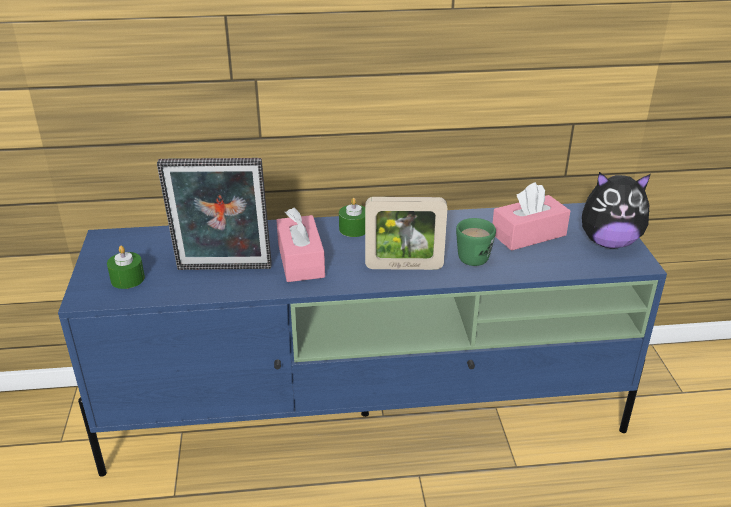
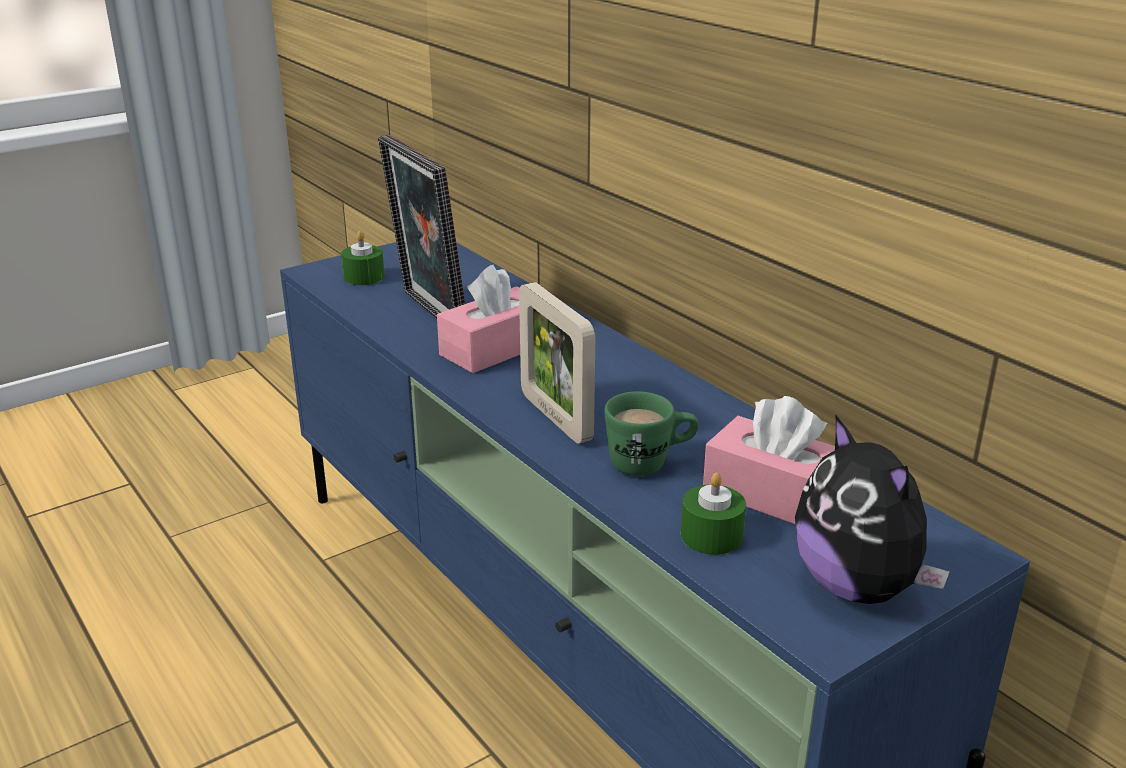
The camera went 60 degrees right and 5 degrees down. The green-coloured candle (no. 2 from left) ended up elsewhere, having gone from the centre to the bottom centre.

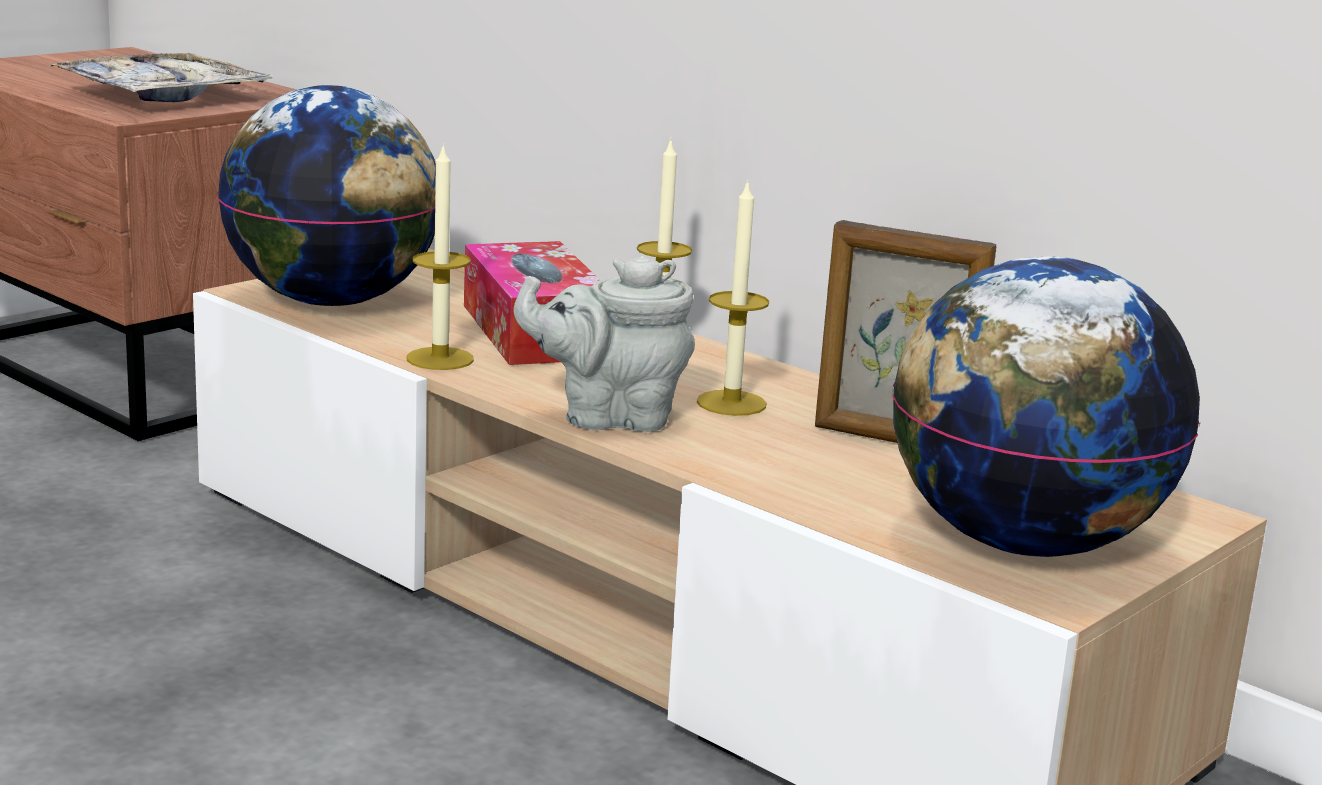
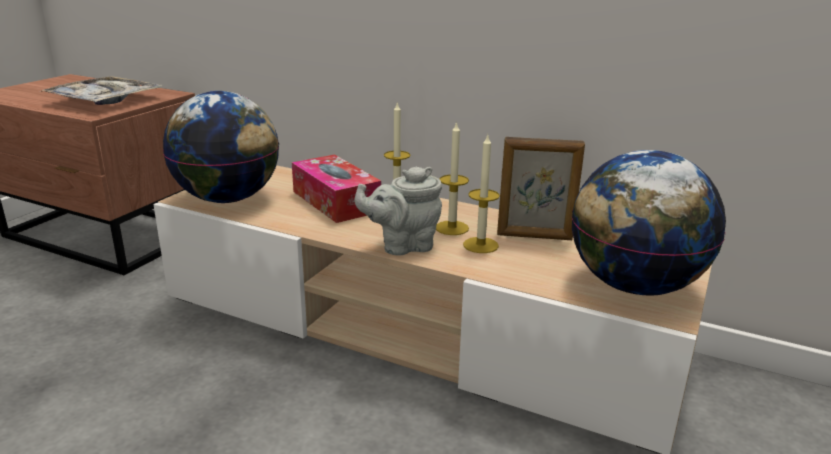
The camera went 15 degrees left and 5 degrees up. The candle (no. 1 from left in the first image) ended up elsewhere, having gone from the top left to the centre.

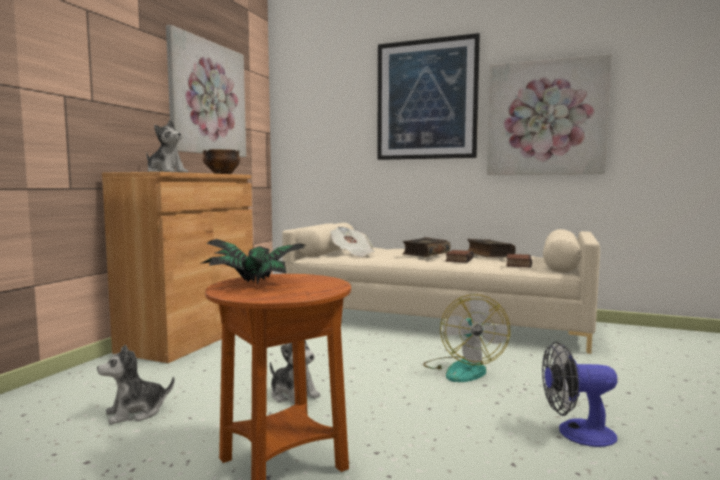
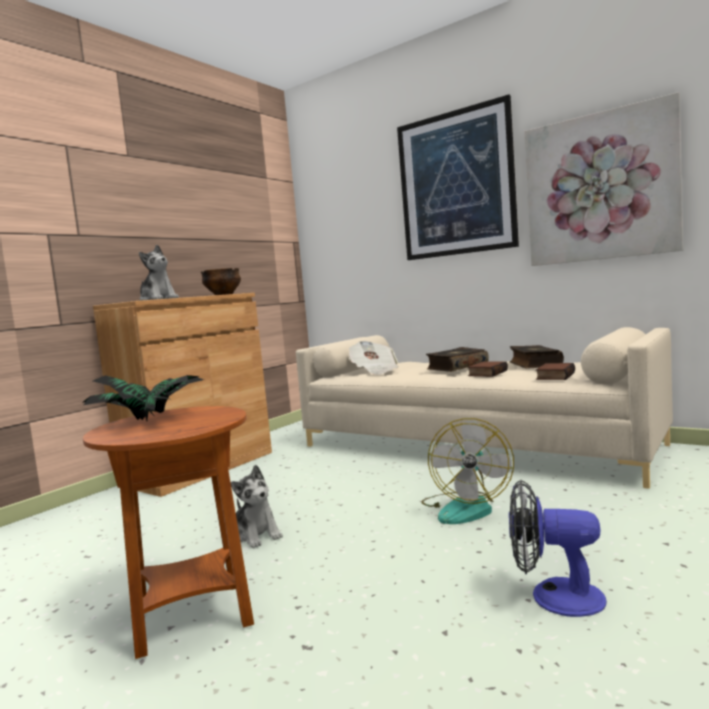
The camera went 15 degrees right and 0 degrees up. The second view lost the plush toy (no. 1 from left) at the bottom left. The second view lost the picture (no. 1 from left) at the top left.

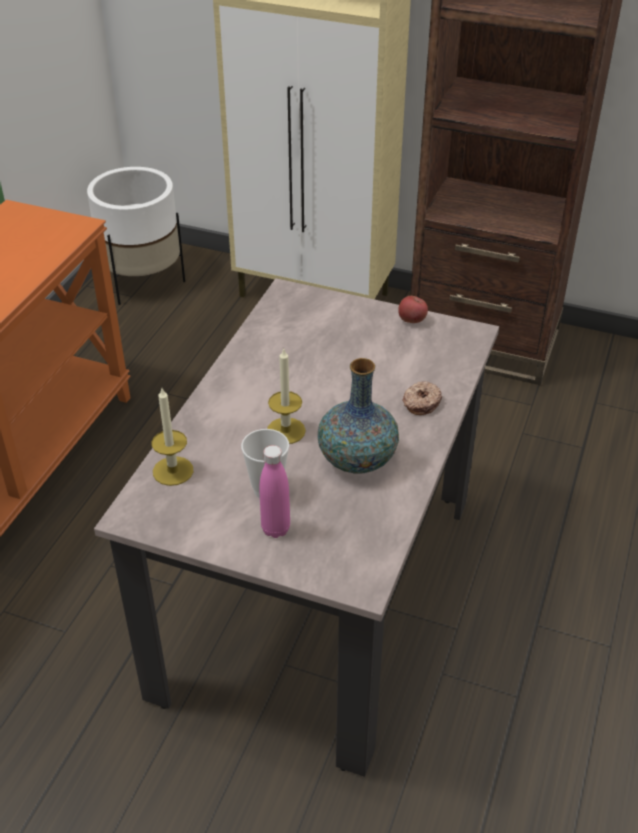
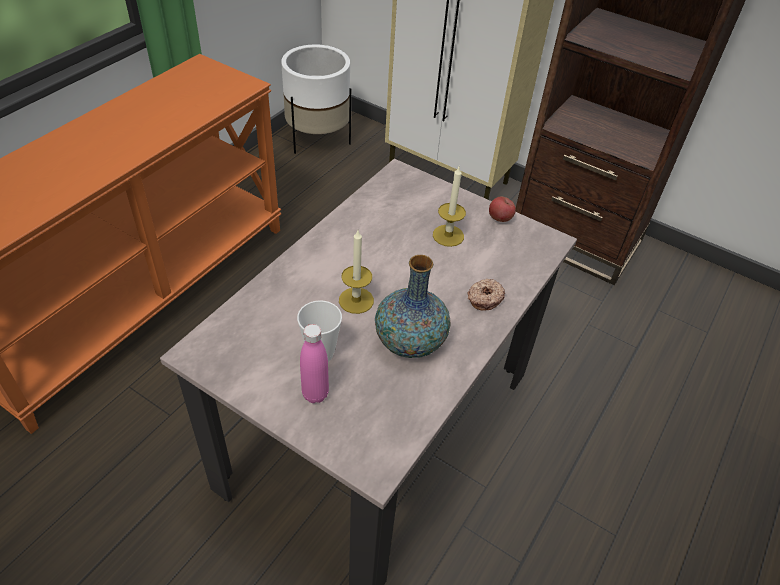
The camera went 10 degrees right and 5 degrees up. The candle (no. 1 from left in the first image) ended up elsewhere, having gone from the middle left to the centre.

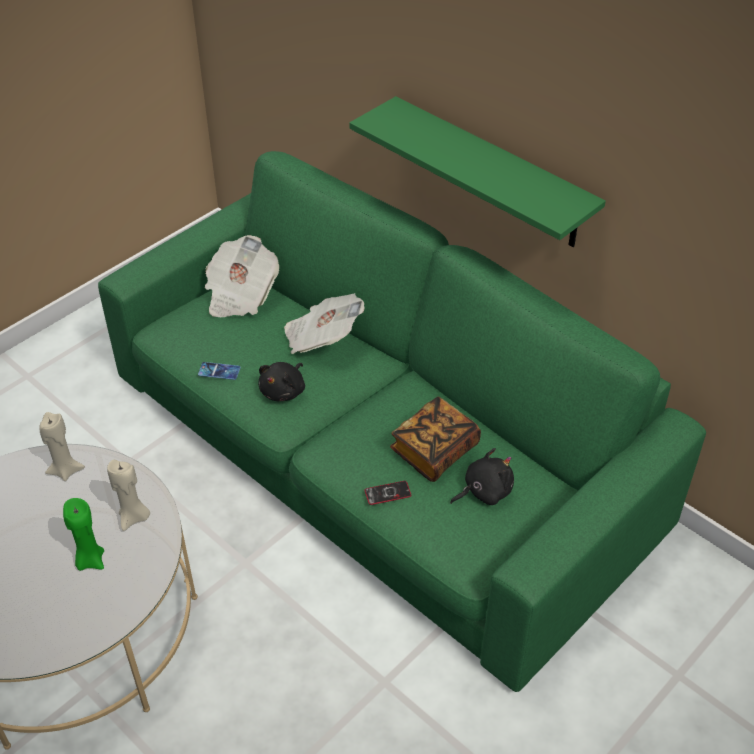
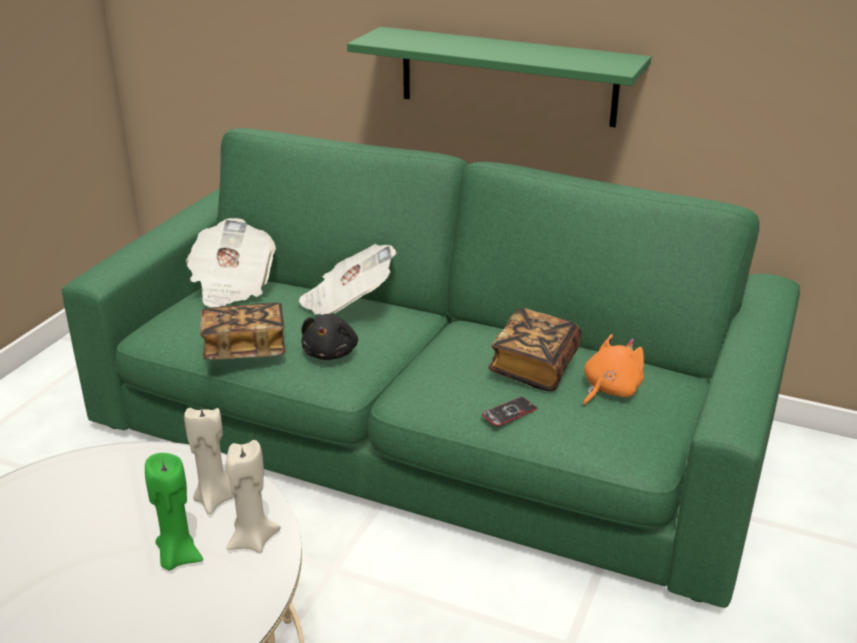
The camera went 20 degrees left and 15 degrees down. The sand-coloured candle (no. 1 from left in the first image) ended up elsewhere, having gone from the middle left to the bottom left. Where the handset (no. 1 from left) stood at the middle left, the volume (no. 1 from left) came to stand at the middle left. What was the black plush toy (no. 2 from left) at the centre turned into the orangey plush toy at the middle right.

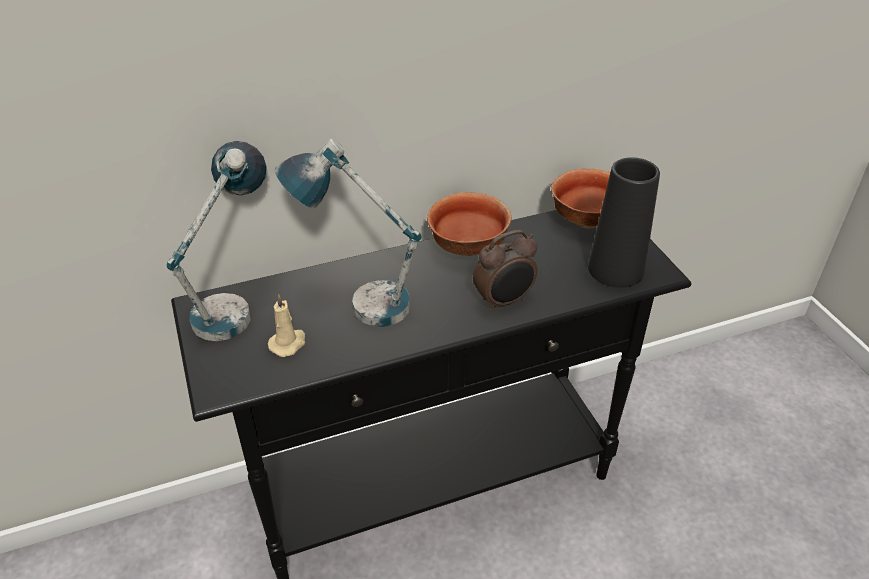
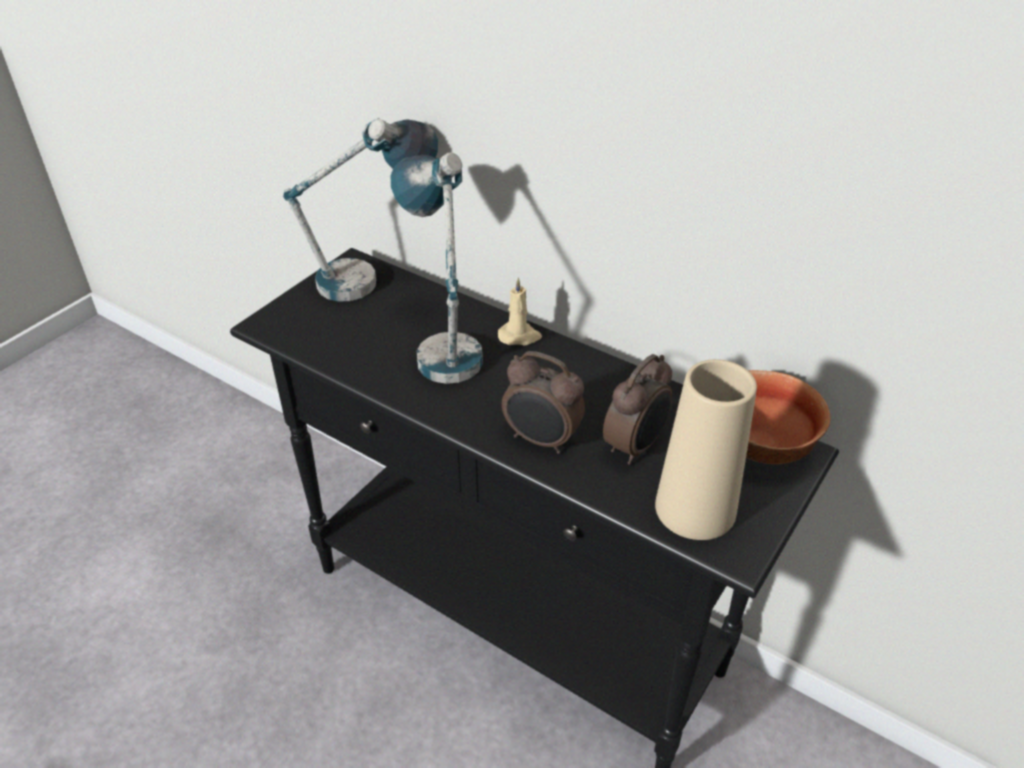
The camera went 55 degrees right and 0 degrees up. The sand-coloured candle ended up elsewhere, having gone from the middle left to the centre. The second view lost the bowl (no. 1 from left) at the centre. What was the black vase at the middle right turned into the sand-coloured vase at the middle right. The second view gained the alarm clock (no. 2 from left) at the centre.

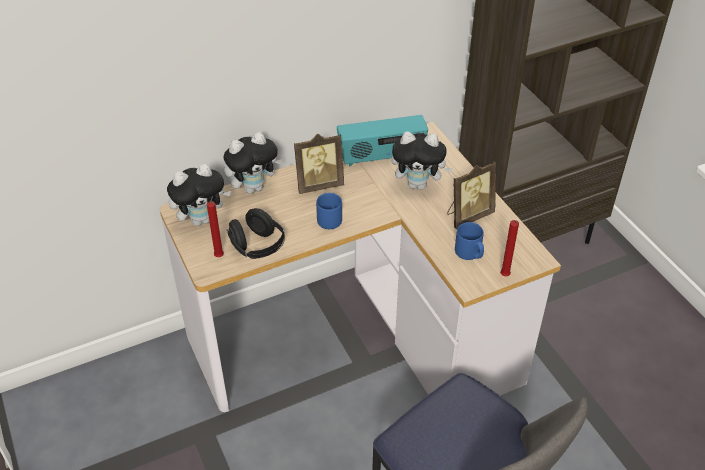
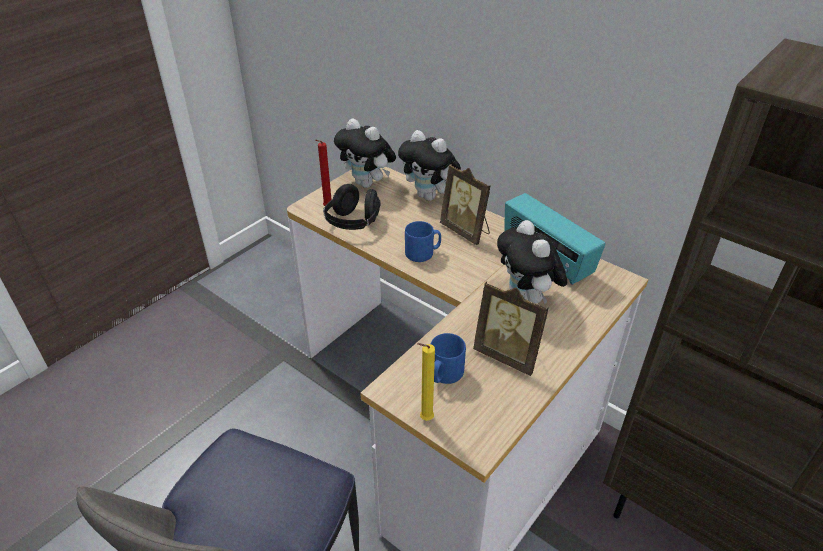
The camera went 65 degrees right and 5 degrees down. What was the red-coloured candle (no. 2 from left) at the middle right turned into the yellow-coloured candle at the bottom centre.

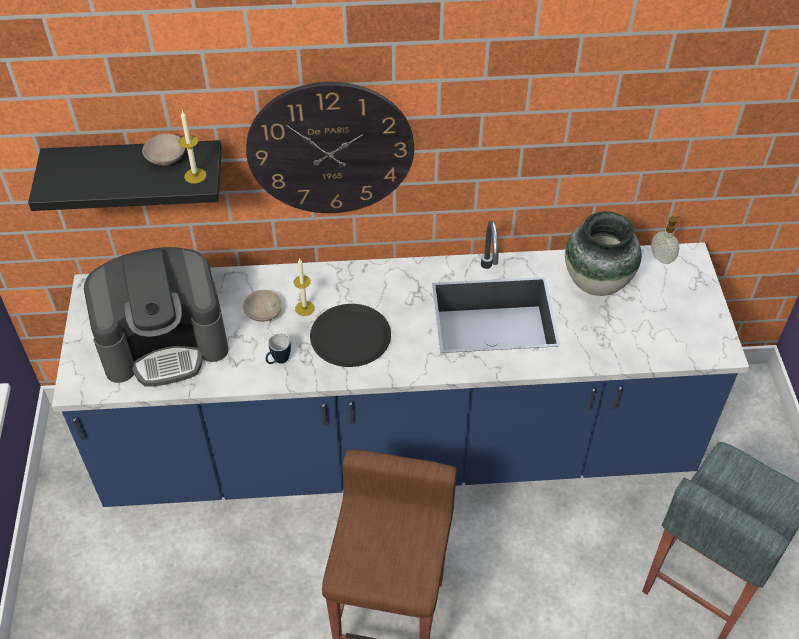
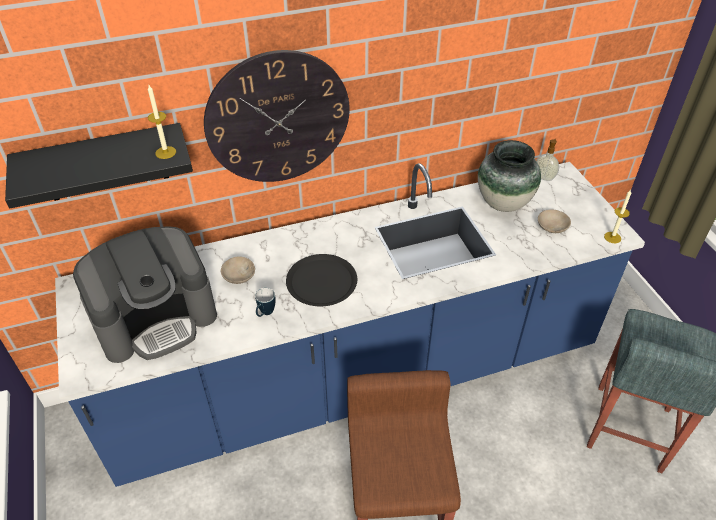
The camera went 15 degrees left and 5 degrees down. The sand-coloured bowl (no. 1 from left in the first image) ended up elsewhere, having gone from the top left to the middle right. The candle (no. 2 from left) ended up elsewhere, having gone from the centre to the middle right.

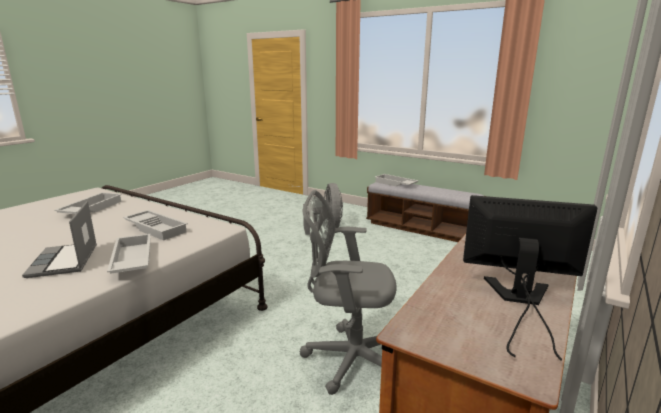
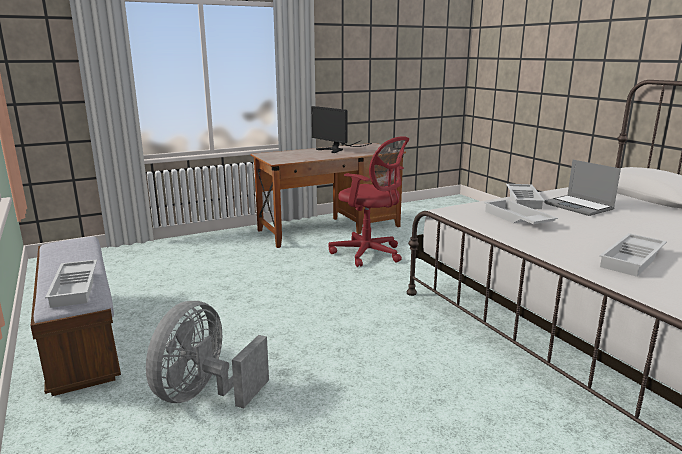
The camera went 150 degrees left and 0 degrees up. The notebook computer at the middle left ended up facing another way, 135 degrees clockwise from before. What was the greyish desk chair at the bottom centre turned into the red-coloured desk chair at the centre.

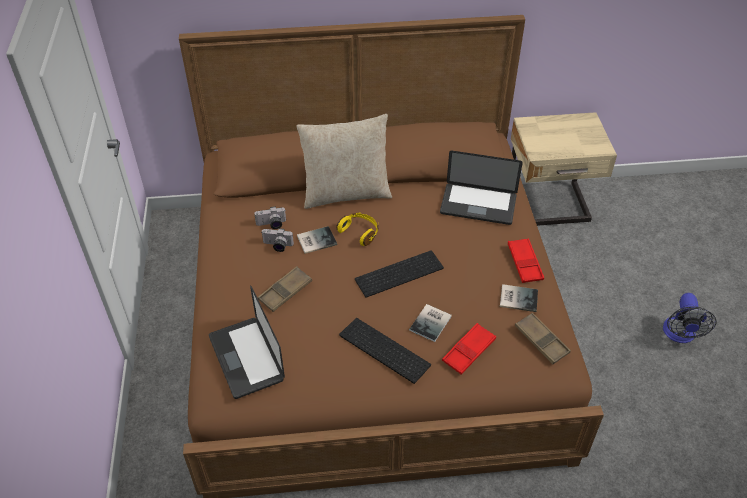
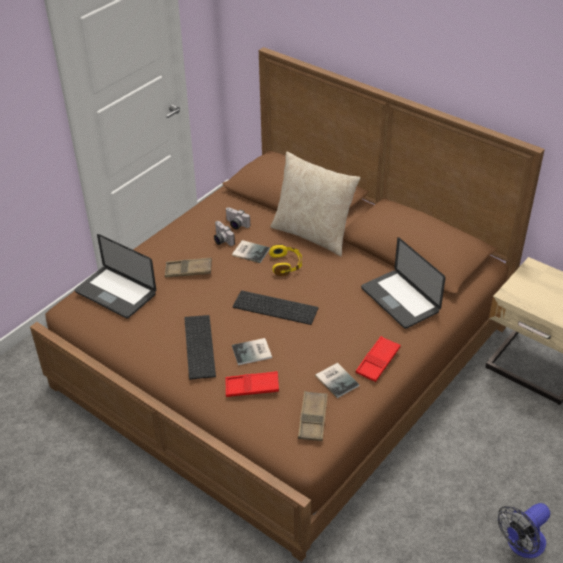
The camera went 45 degrees right and 5 degrees down. The notebook computer (no. 1 from left) at the bottom left ended up facing another way, 75 degrees counterclockwise from before.

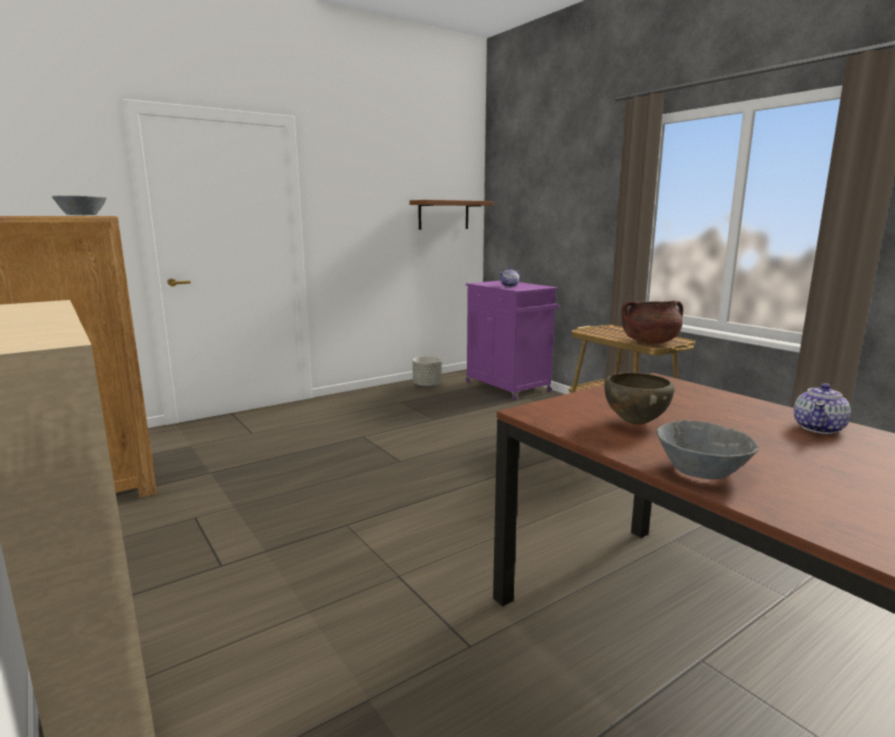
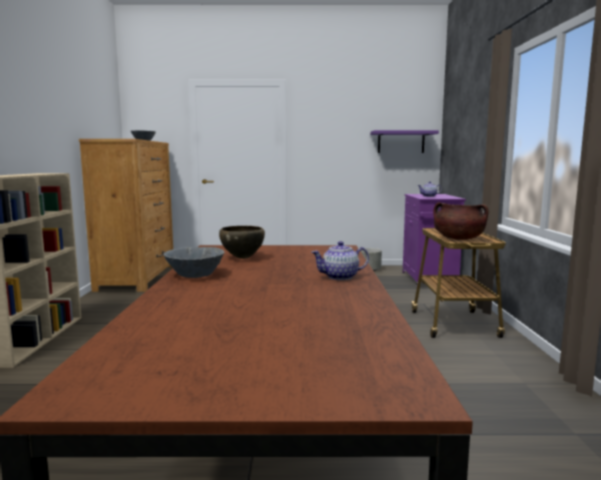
The camera went 35 degrees right and 5 degrees down. What was the brown wall shelf at the top centre turned into the purple wall shelf at the top right.

